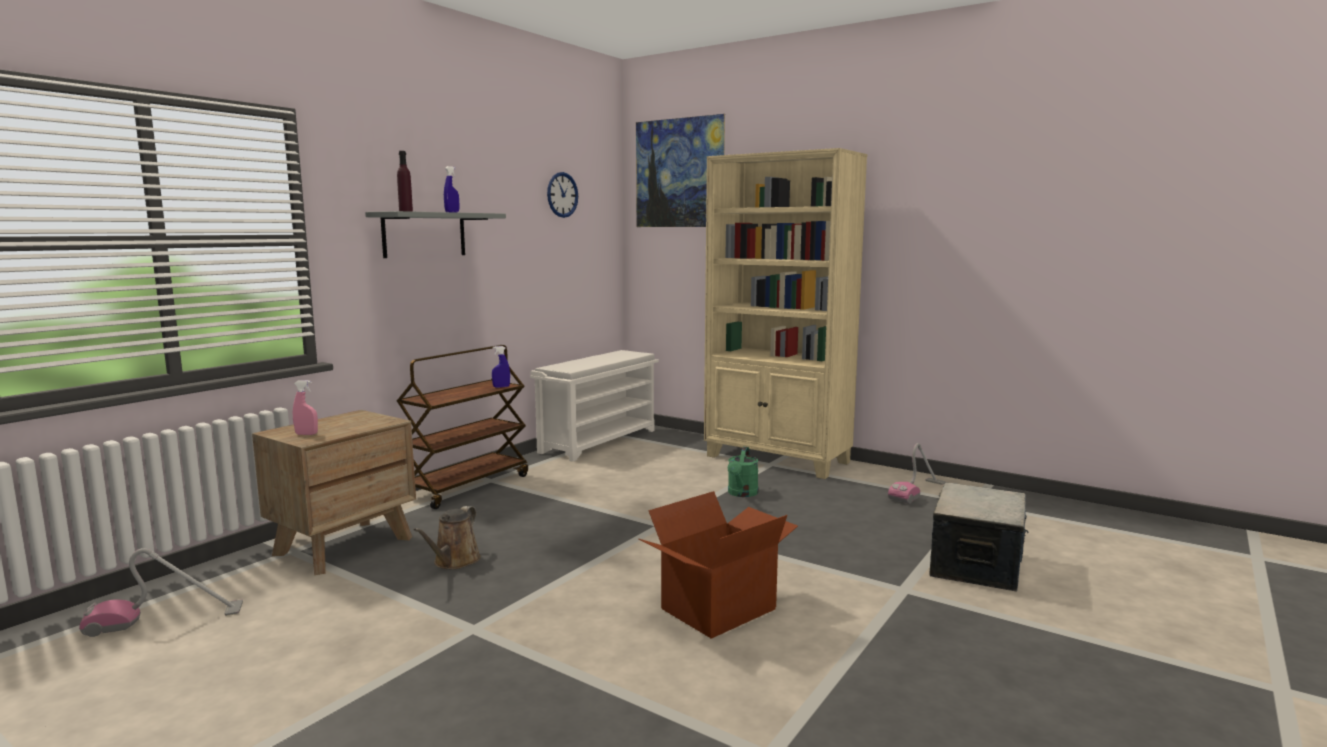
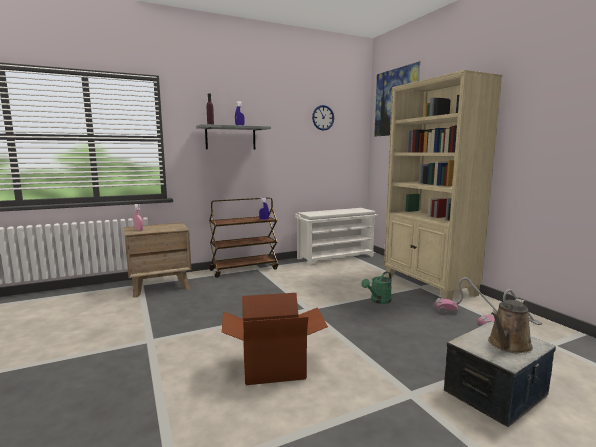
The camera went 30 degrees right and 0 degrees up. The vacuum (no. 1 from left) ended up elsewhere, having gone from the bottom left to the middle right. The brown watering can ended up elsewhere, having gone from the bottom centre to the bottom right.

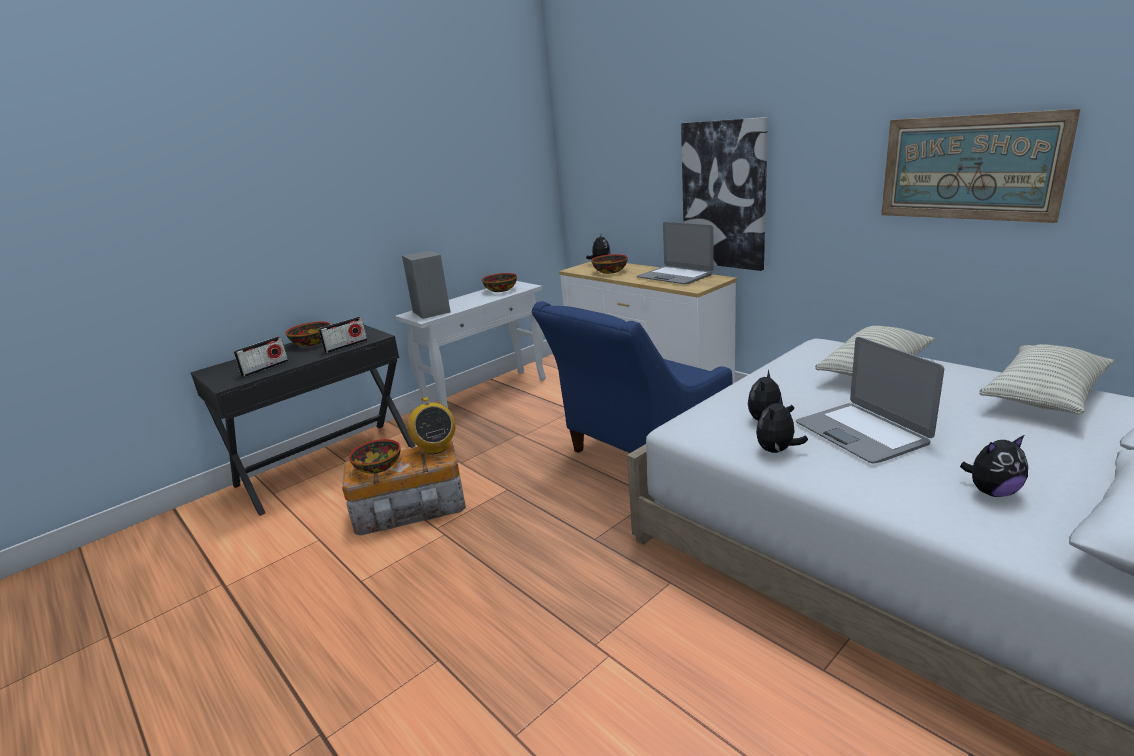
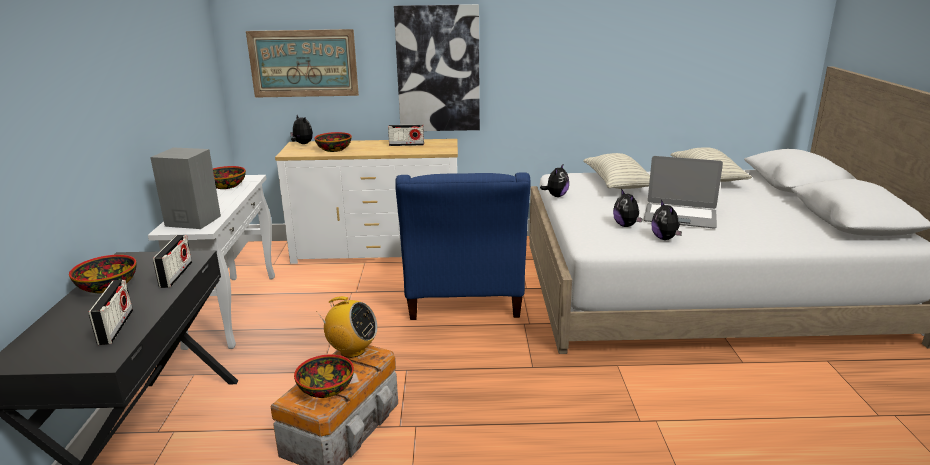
The camera went 50 degrees left and 0 degrees up. Where the notebook computer (no. 1 from left) stood at the centre, the radio (no. 4 from left) came to stand at the top centre. The picture (no. 2 from left in the first image) ended up elsewhere, having gone from the top right to the top left. The plush toy (no. 4 from left in the first image) ended up elsewhere, having gone from the middle right to the centre.

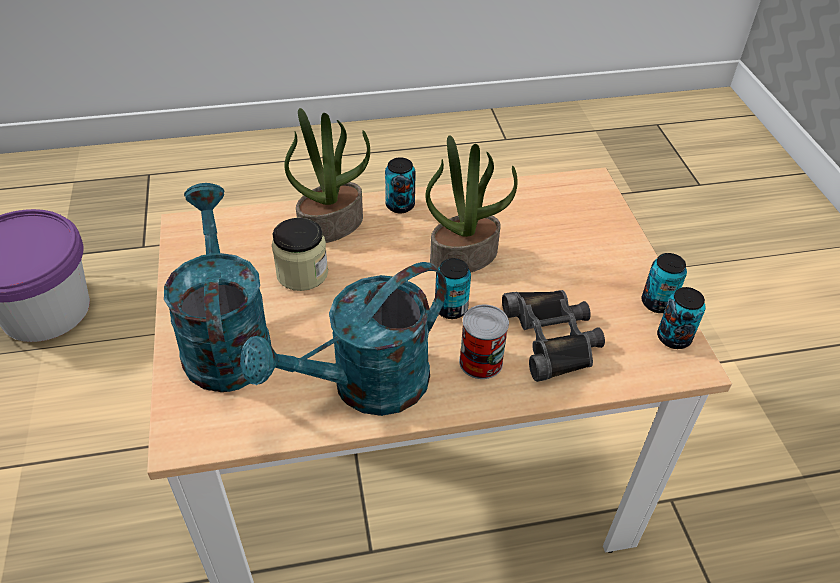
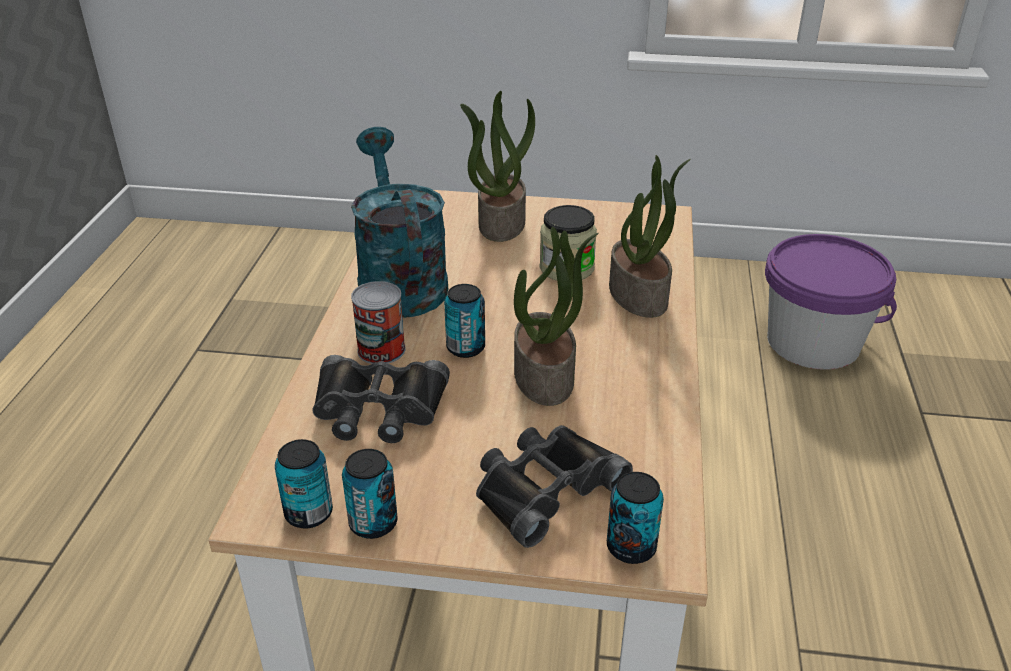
The camera went 110 degrees right and 10 degrees down. Where the turquoise watering can (no. 1 from left) stood at the middle left, the potted plant (no. 1 from left) came to stand at the top centre. The sealed can (no. 1 from left in the first image) ended up elsewhere, having gone from the top centre to the bottom centre. The second view gained the black binoculars (no. 2 from left) at the bottom centre.

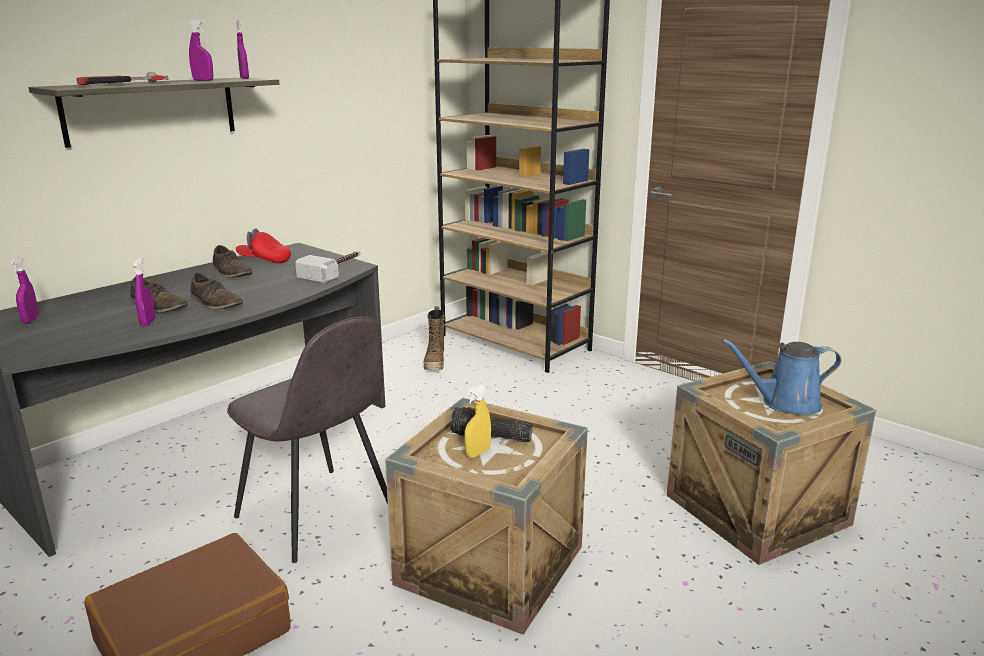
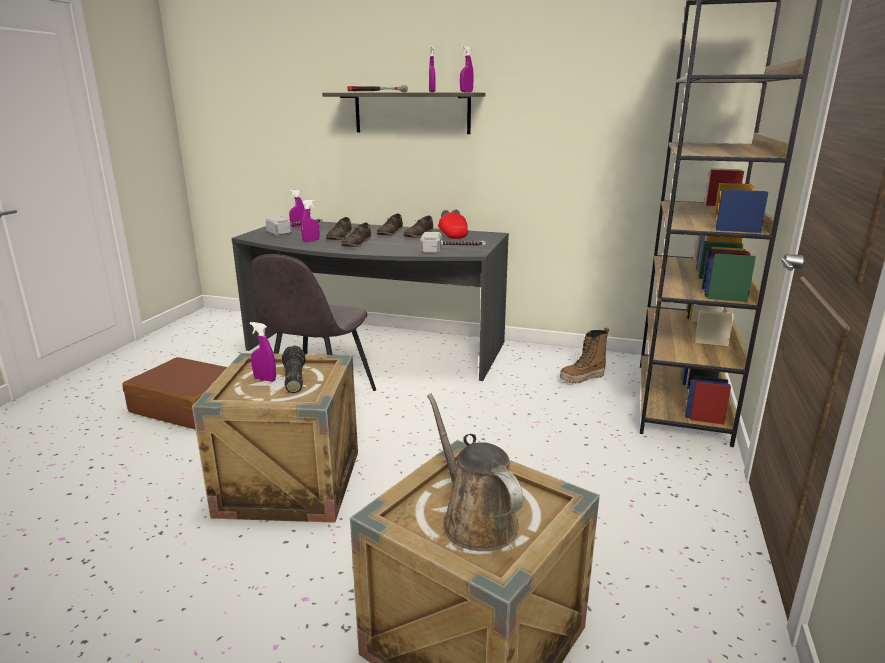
The camera went 65 degrees right and 0 degrees up. What was the yellow-coloured sprayer at the centre turned into the purple sprayer (no. 1 from left) at the middle left. What was the blue-coloured watering can at the middle right turned into the brown watering can at the bottom centre. The second view gained the hand hammer (no. 1 from left) at the middle left. The second view gained the brown shoe (no. 3 from left) at the centre.

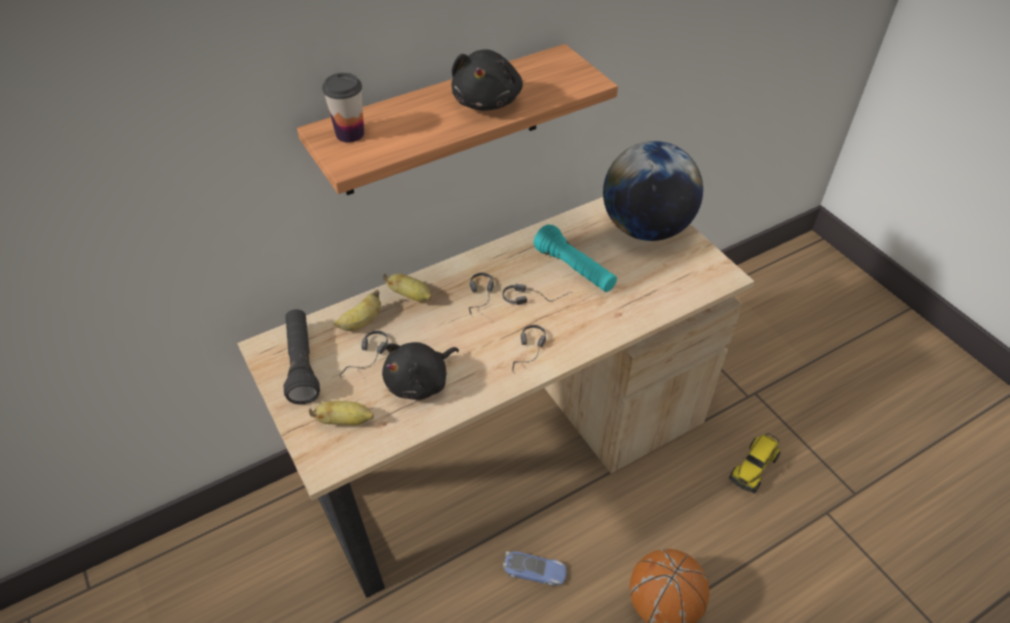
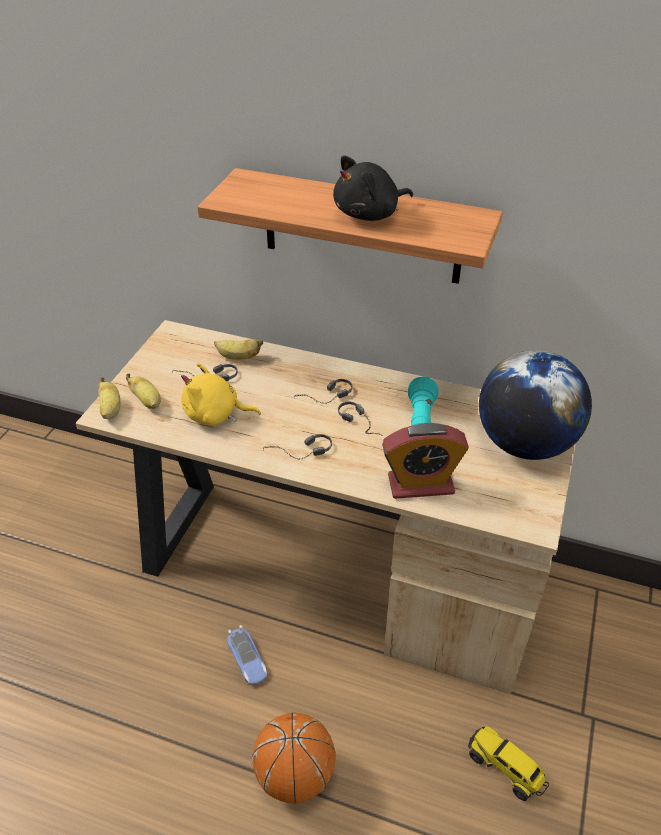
The camera went 50 degrees right and 5 degrees down. The second view lost the black torch at the middle left. The second view lost the cup at the top centre. What was the black plush toy (no. 1 from left) at the centre turned into the yellow-coloured plush toy at the centre. The banana fruit (no. 3 from left in the first image) ended up elsewhere, having gone from the centre to the middle left. The toy truck at the bottom right ended up facing another way, 45 degrees clockwise from before. The second view gained the alarm clock at the centre.

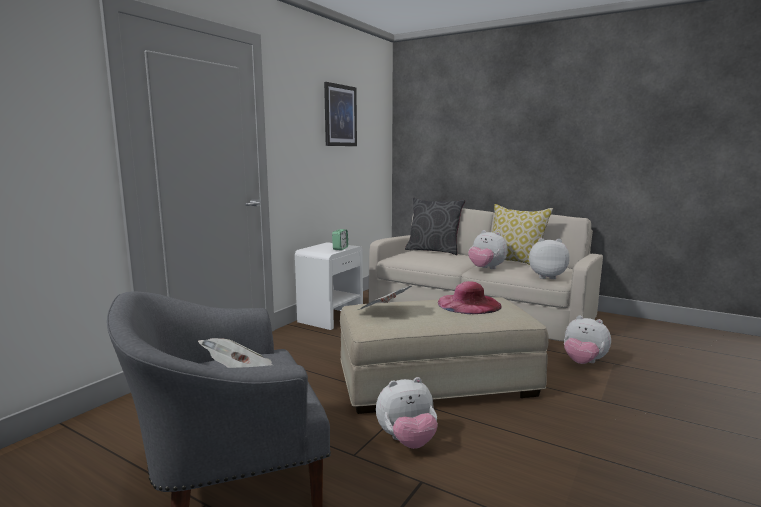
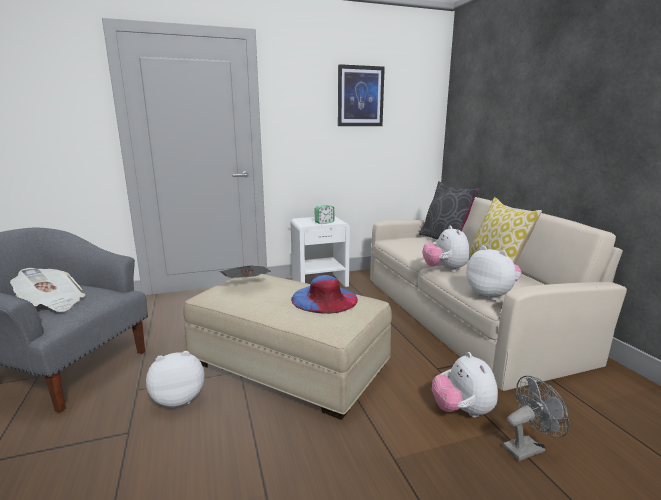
The camera went 40 degrees right and 5 degrees up. The plush toy (no. 1 from left) at the bottom centre ended up facing another way, 135 degrees clockwise from before. What was the pinkish clothing hat at the centre turned into the blue-coloured clothing hat at the centre. The second view gained the greyish cooling fan at the bottom right.

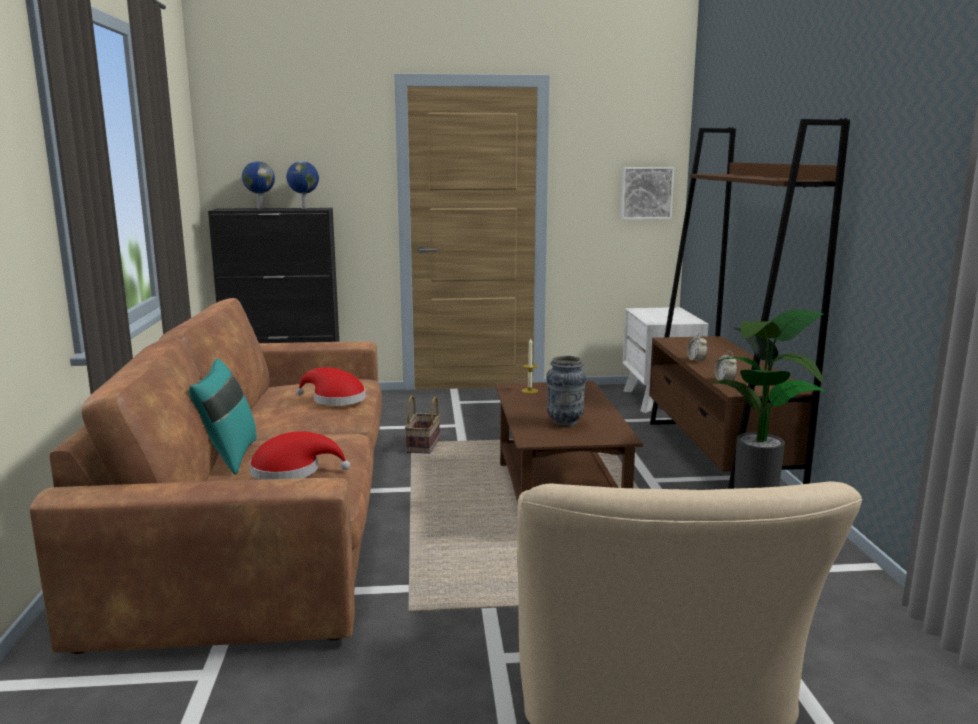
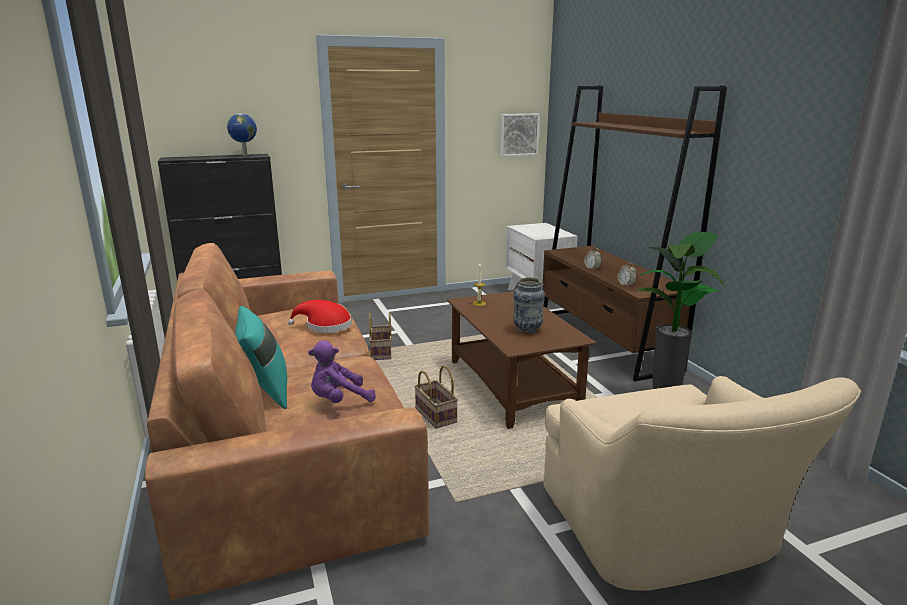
The camera went 15 degrees left and 5 degrees up. The second view lost the world globe (no. 1 from left) at the top left. Where the red-coloured clothing hat (no. 1 from left) stood at the middle left, the purple plush toy came to stand at the centre. The second view gained the storage basket (no. 2 from left) at the centre.

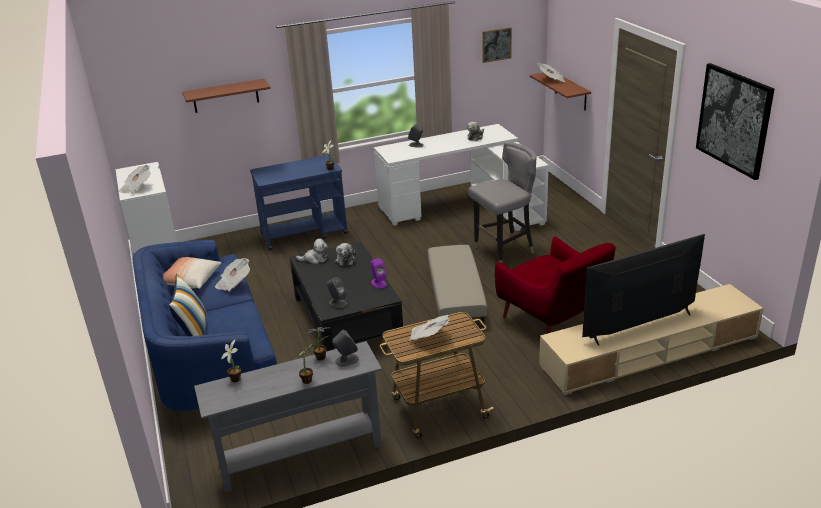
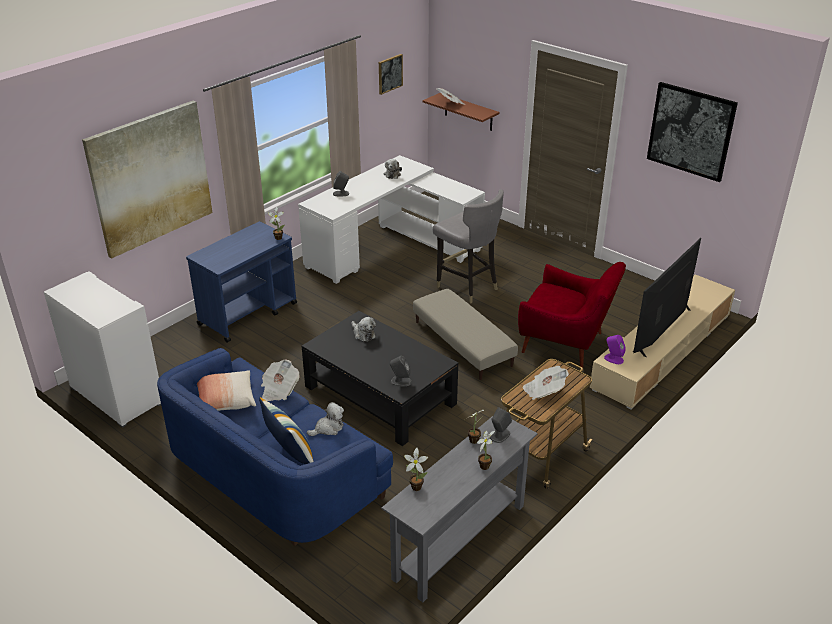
The camera went 30 degrees left and 5 degrees up. The second view lost the newspaper (no. 1 from left) at the middle left. Where the brown wall shelf (no. 1 from left) hung at the top left, the picture (no. 1 from left) came to hang at the top left. The plush toy (no. 1 from left) ended up elsewhere, having gone from the centre to the bottom centre. The purple speaker ended up elsewhere, having gone from the centre to the middle right. The greyish chair at the centre ended up facing another way, 105 degrees clockwise from before.

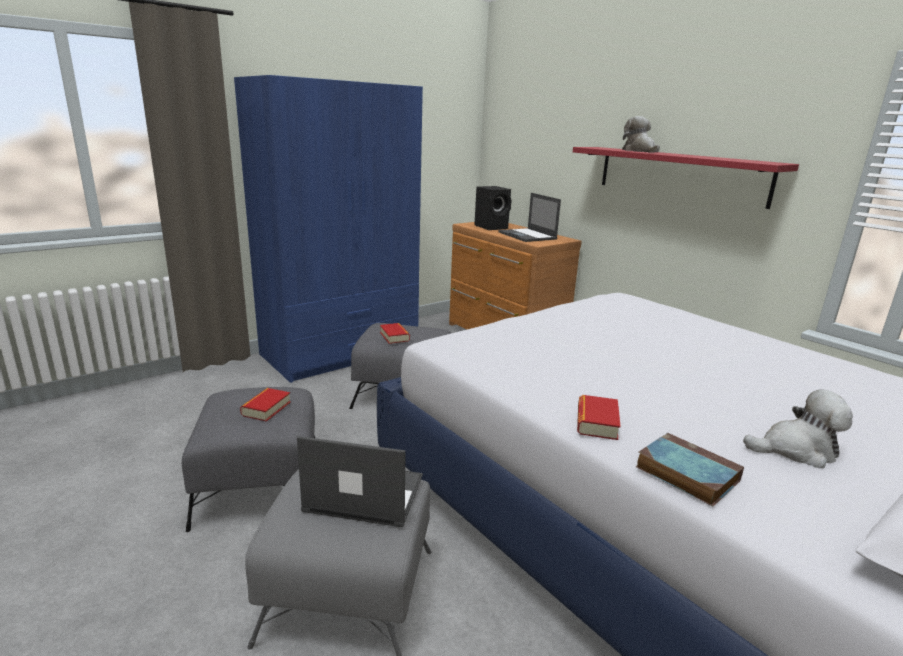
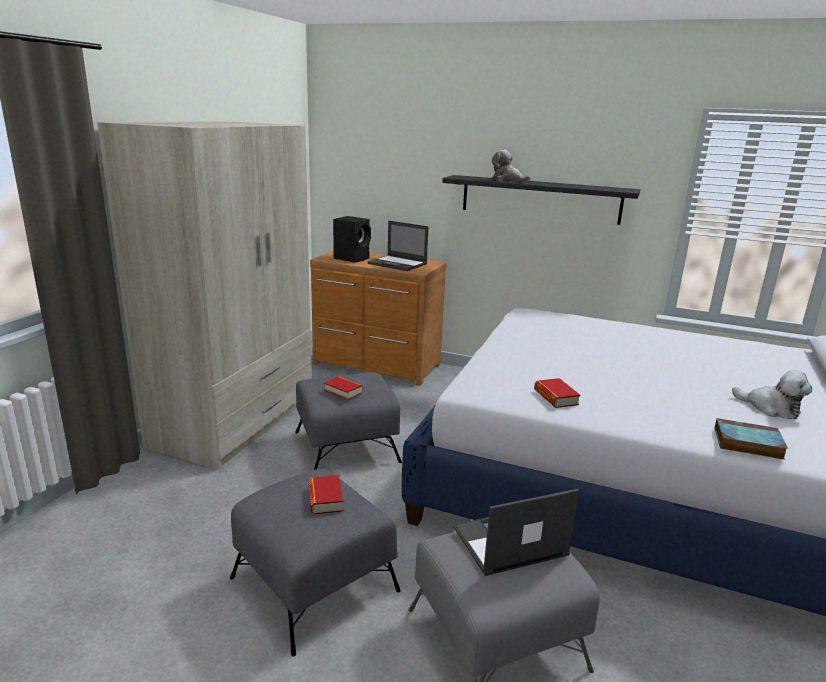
The camera went 30 degrees left and 0 degrees up. What was the blue-coloured clothes cupboard at the centre turned into the sand-coloured clothes cupboard at the middle left. What was the red-coloured wall shelf at the top right turned into the black wall shelf at the top centre. The volume (no. 3 from left) ended up elsewhere, having gone from the centre to the middle right. The plush toy (no. 2 from left) at the middle right ended up facing another way, 75 degrees clockwise from before.

